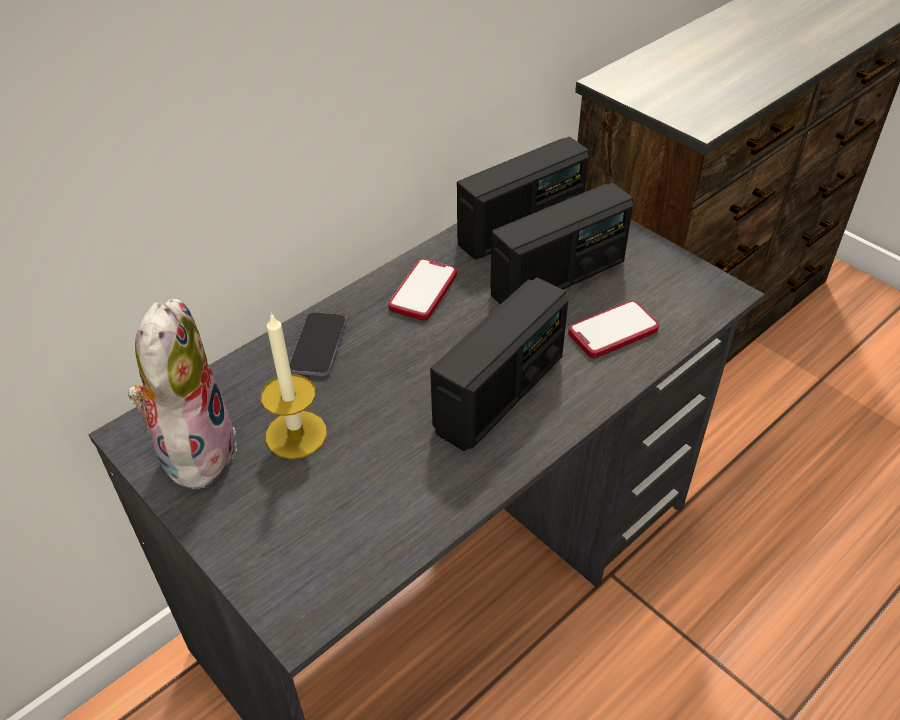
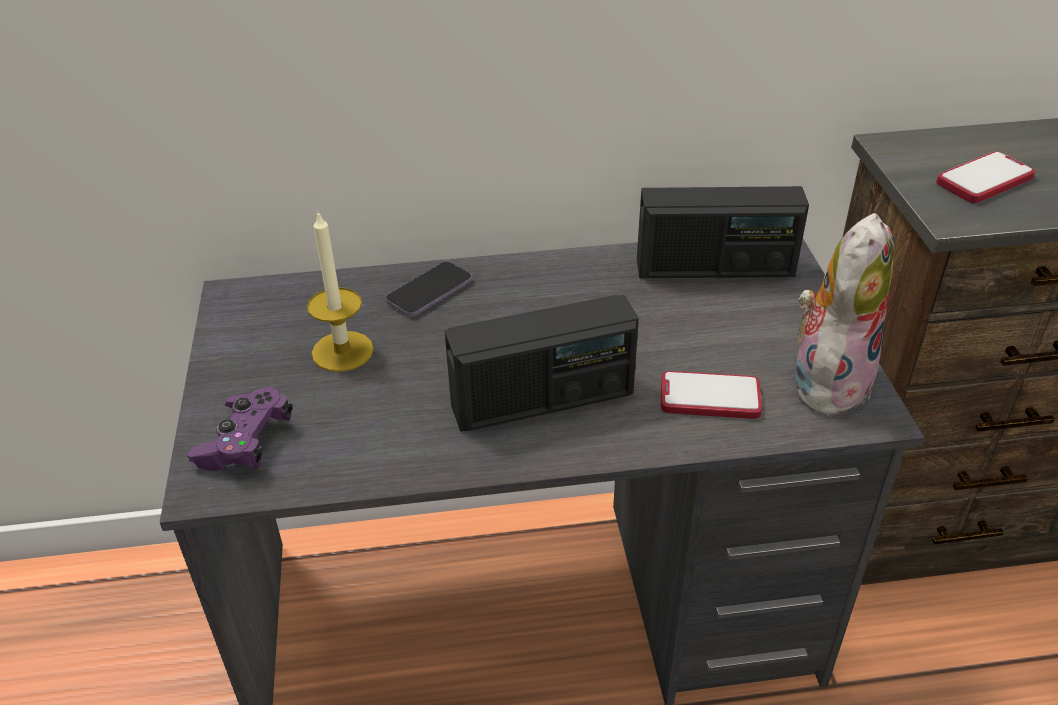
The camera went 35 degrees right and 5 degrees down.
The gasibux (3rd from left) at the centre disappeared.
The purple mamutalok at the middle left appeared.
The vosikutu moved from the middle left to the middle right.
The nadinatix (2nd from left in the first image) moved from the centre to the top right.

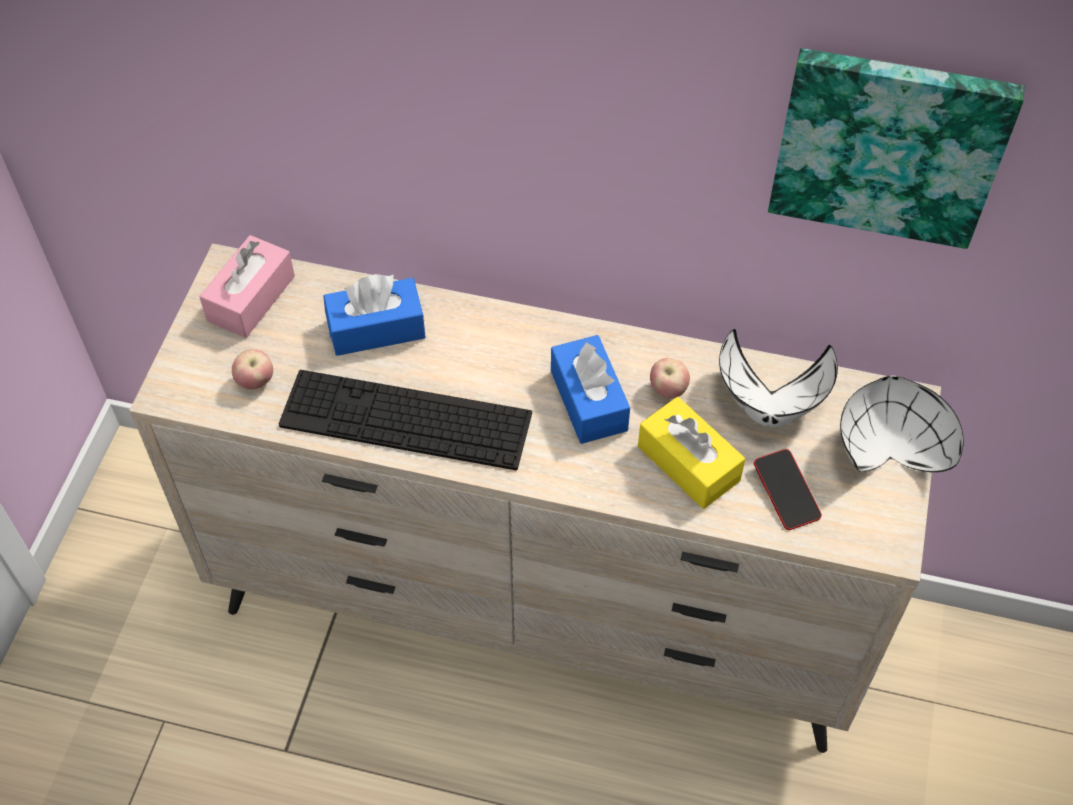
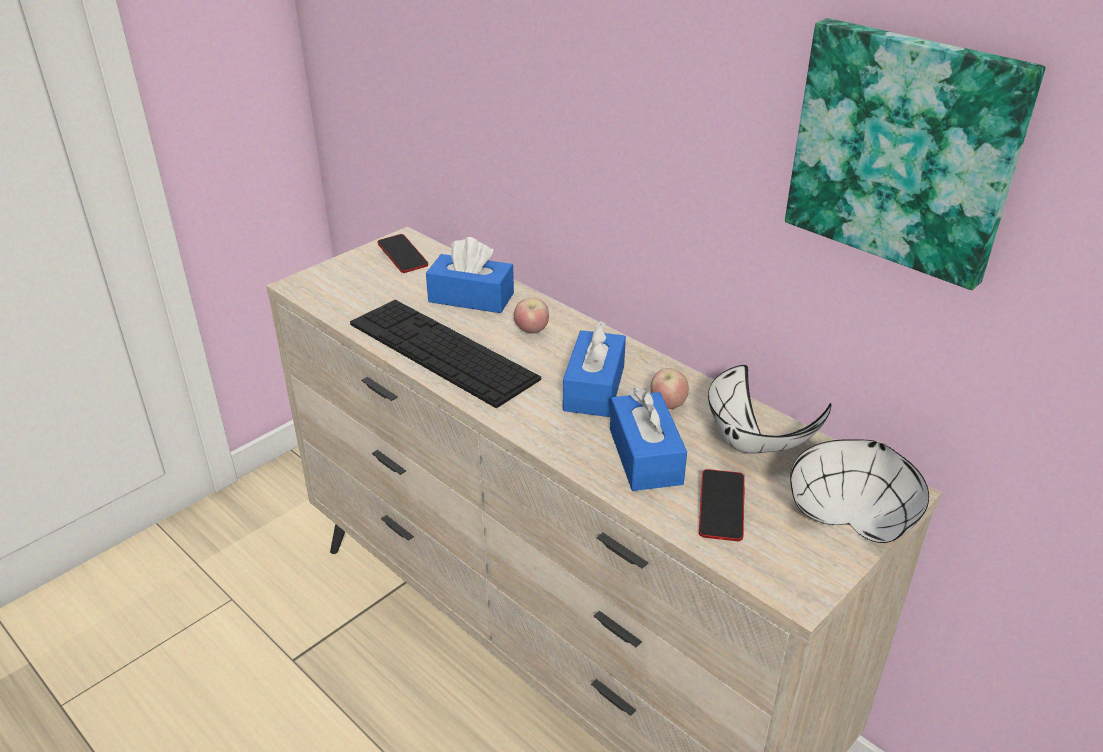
The camera went 30 degrees right and 20 degrees down.
The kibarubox (1st from left) moved from the middle left to the centre.
The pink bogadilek at the middle left was replaced by the nadinatix (1st from left) at the centre.
The yellow bogadilek at the centre became the blue bogadilek (3rd from left) at the centre.

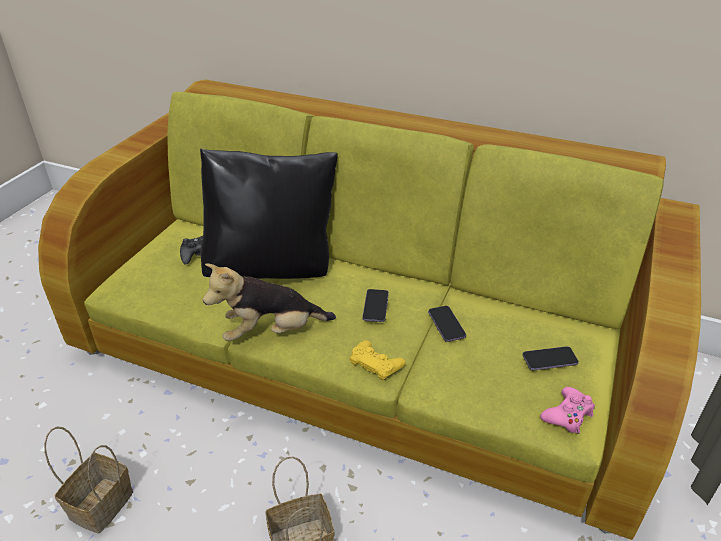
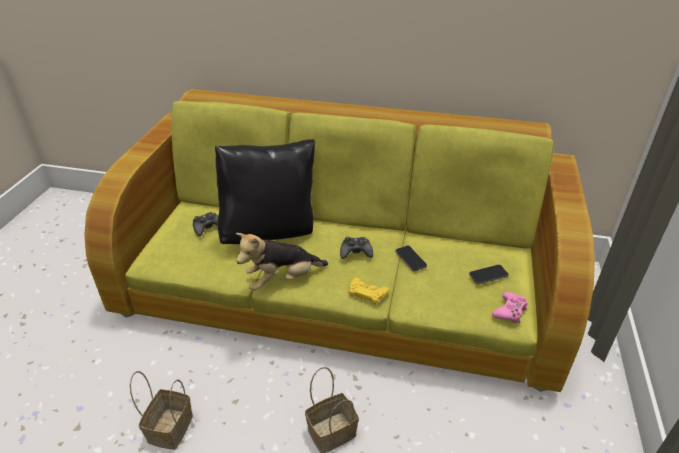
The camera went 10 degrees left and 0 degrees up.
The nadinatix (1st from left) at the centre was replaced by the black mamutalok (2nd from left) at the centre.

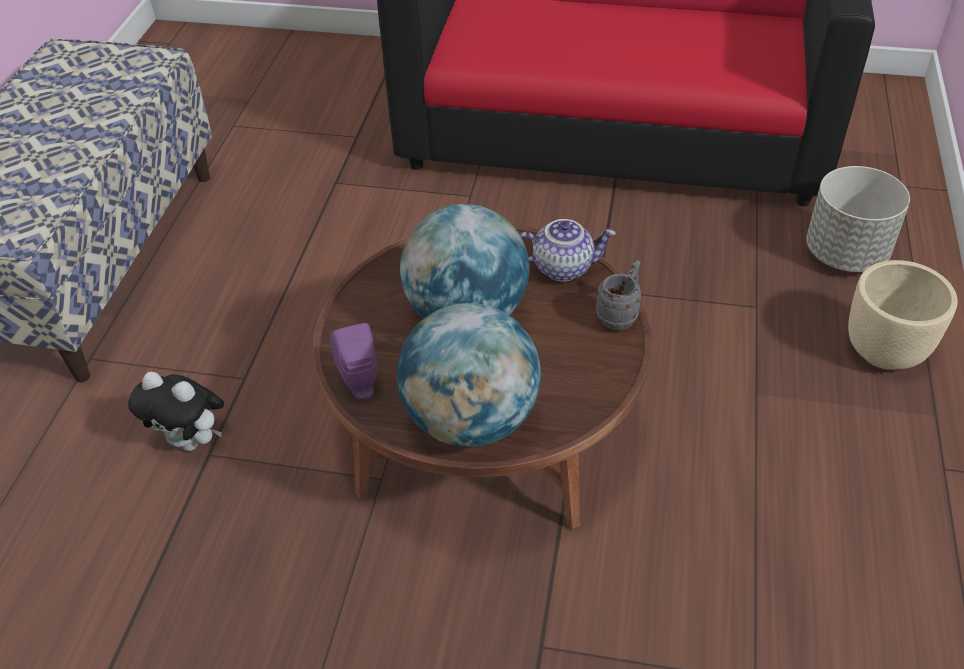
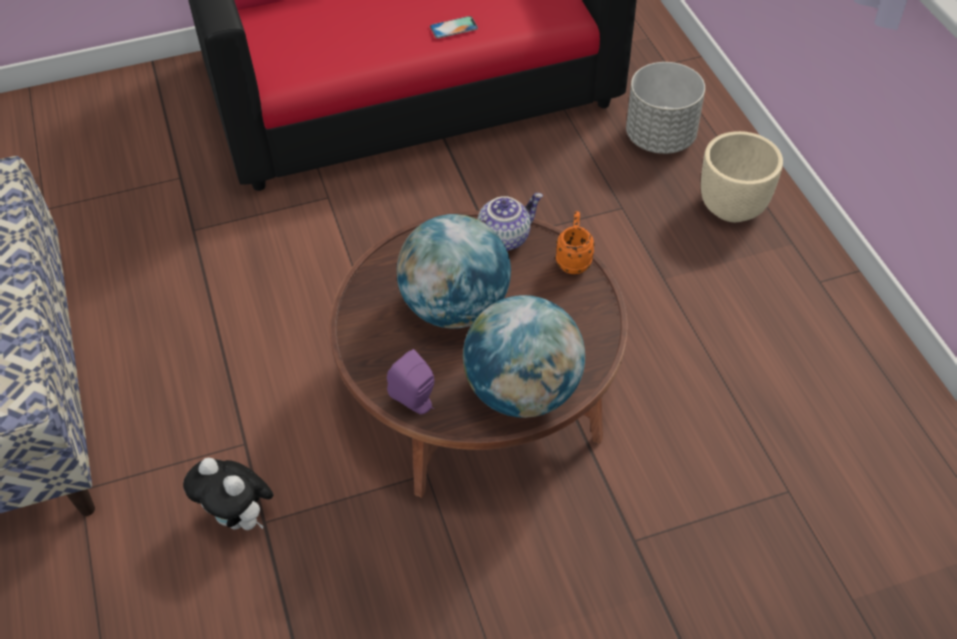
The camera went 30 degrees left and 5 degrees up.
The nadinatix at the top centre appeared.
The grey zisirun at the centre became the orange zisirun at the centre.
The vosikutu at the middle left turned 45 degrees clockwise.

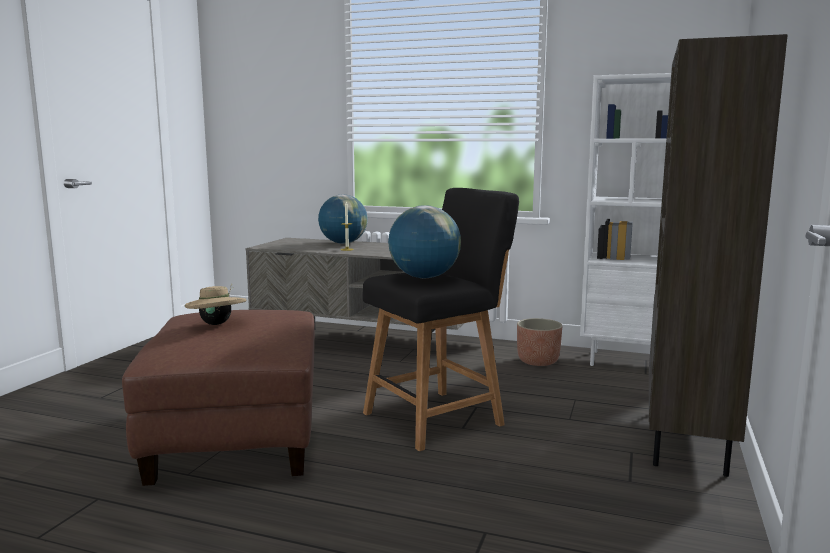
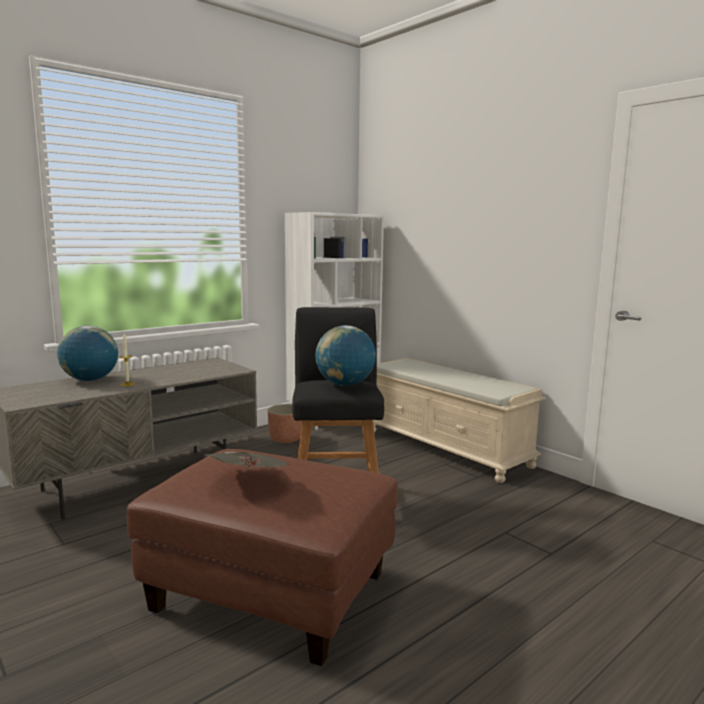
The camera went 60 degrees left and 0 degrees up.
The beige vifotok at the middle left was replaced by the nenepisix at the centre.
The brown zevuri at the middle right was replaced by the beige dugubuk at the centre.

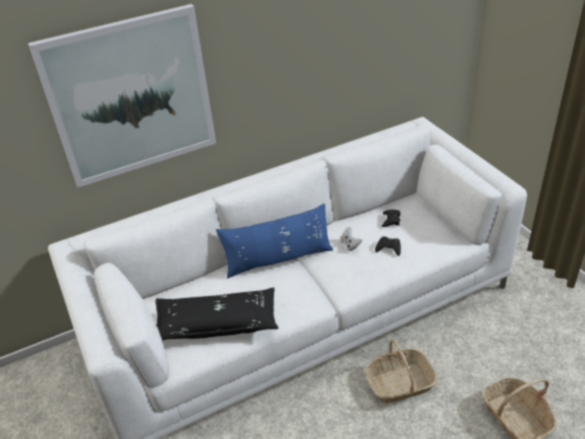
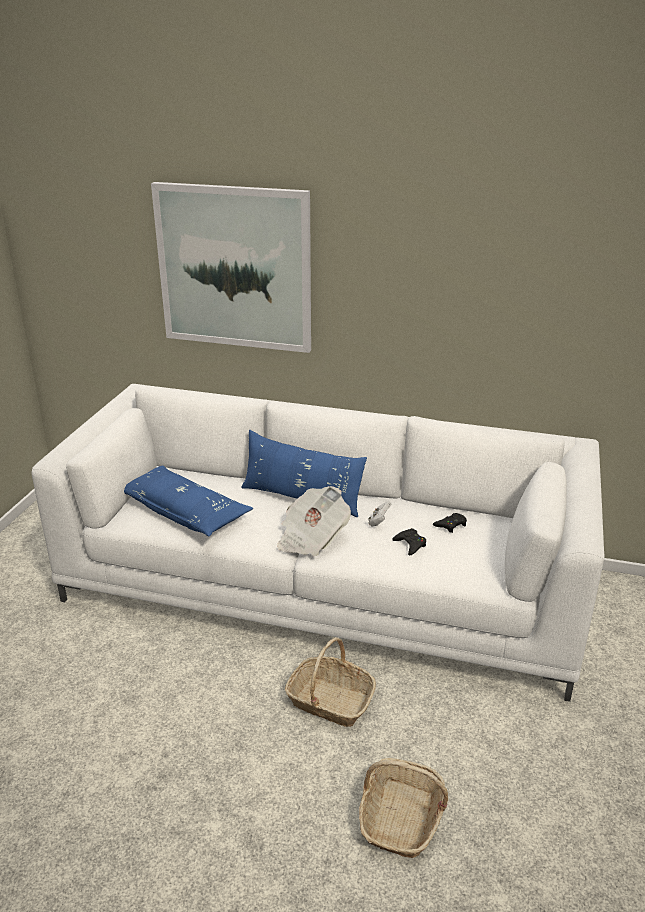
The camera went 40 degrees right and 10 degrees down.
The nenepisix at the centre appeared.
The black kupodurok at the bottom centre became the blue kupodurok (1st from left) at the middle left.

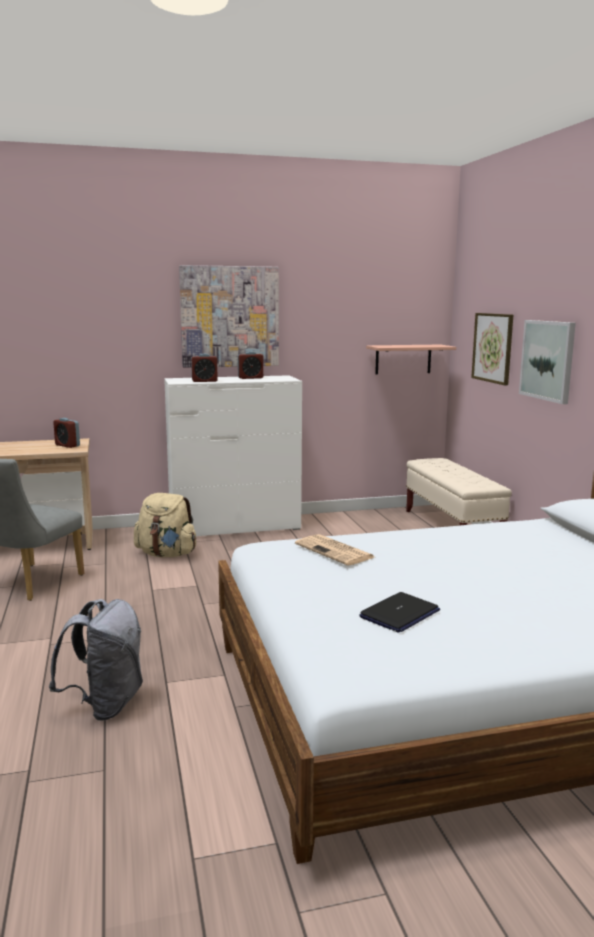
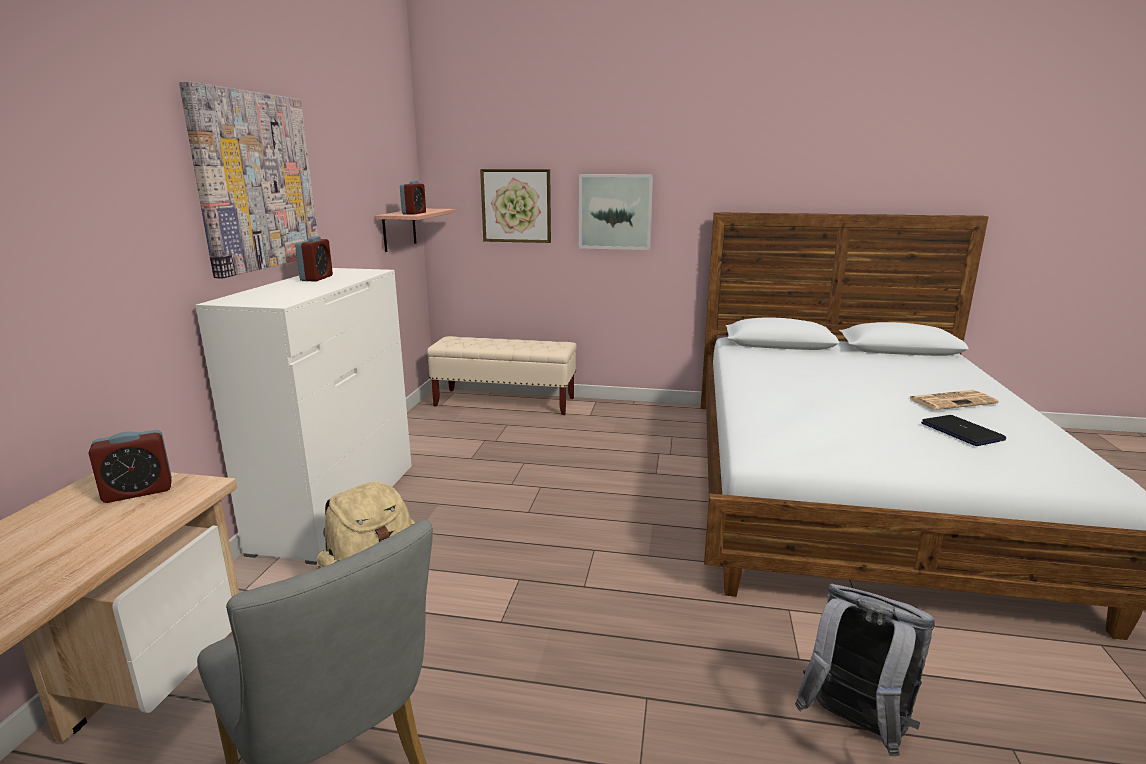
The camera went 65 degrees left and 5 degrees up.
The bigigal (2nd from left in the first image) moved from the centre to the top centre.
The nenepisix moved from the centre to the middle right.

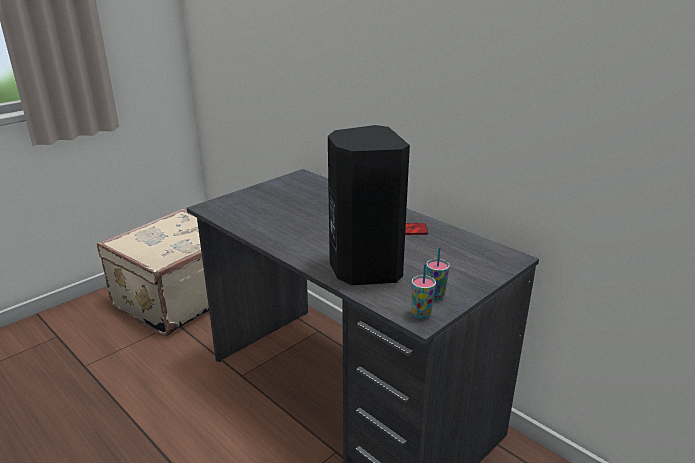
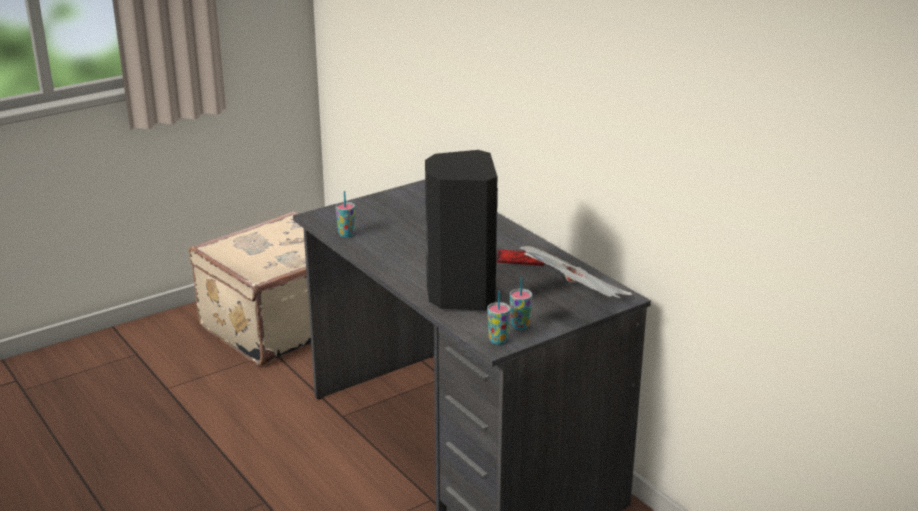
The camera went 10 degrees right and 0 degrees up.
The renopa (1st from left) at the centre appeared.
The nenepisix at the centre appeared.

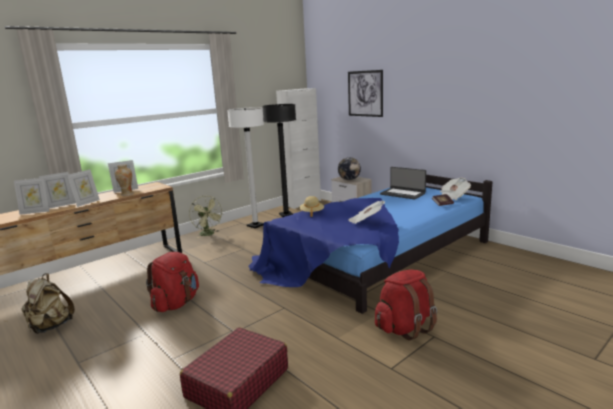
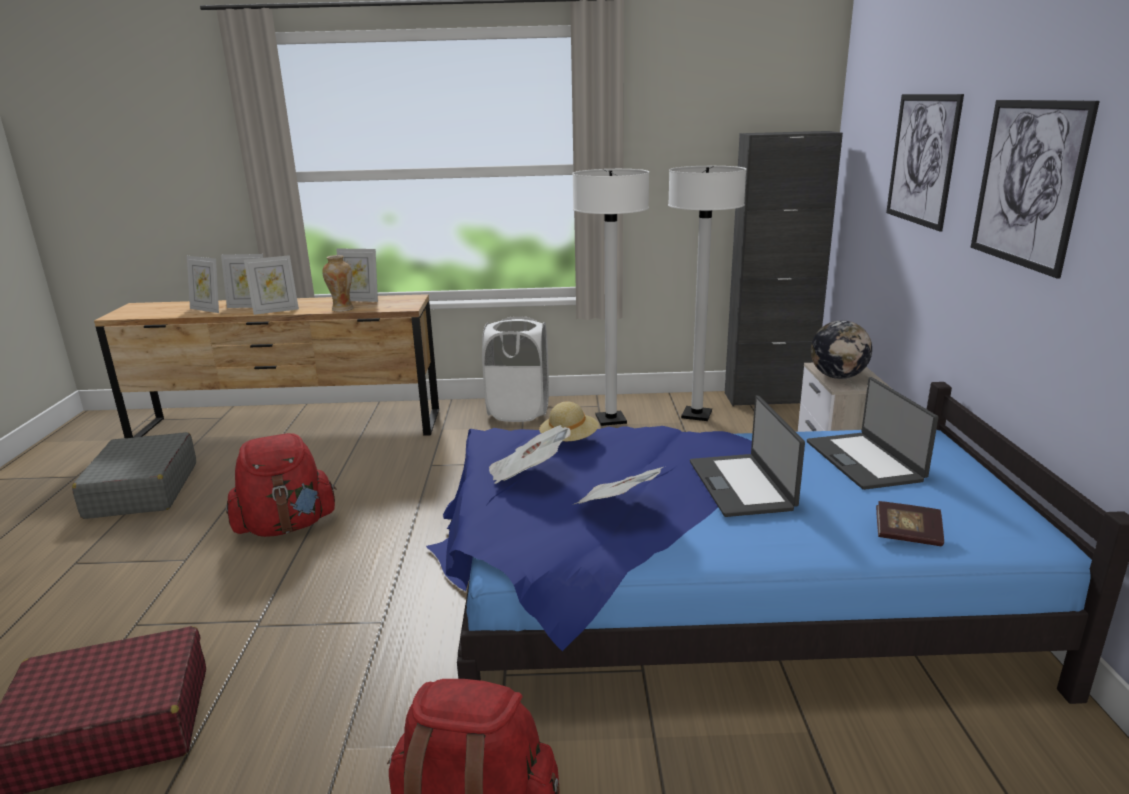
The camera went 40 degrees right and 5 degrees up.
The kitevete (1st from left) at the centre appeared.
The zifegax (2nd from left) at the top right appeared.
The nenepisix (2nd from left in the first image) moved from the middle right to the centre.
The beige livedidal at the bottom left was replaced by the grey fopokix at the middle left.
The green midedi at the centre was replaced by the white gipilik at the centre.
The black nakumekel at the centre became the white nakumekel (2nd from left) at the centre.
The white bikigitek at the centre became the black bikigitek at the middle right.

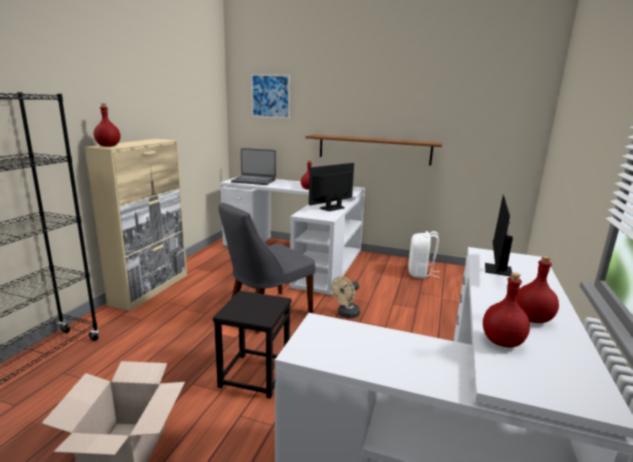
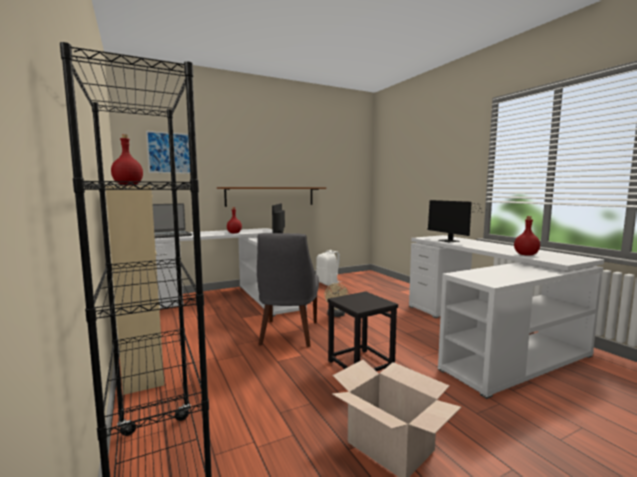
The camera went 45 degrees left and 10 degrees down.
The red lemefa (4th from left) at the middle right disappeared.

